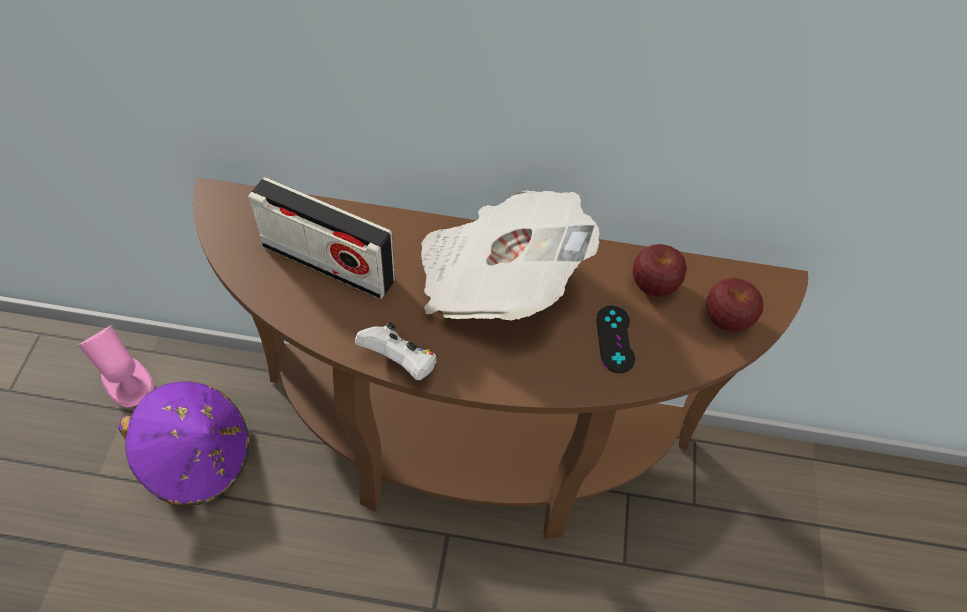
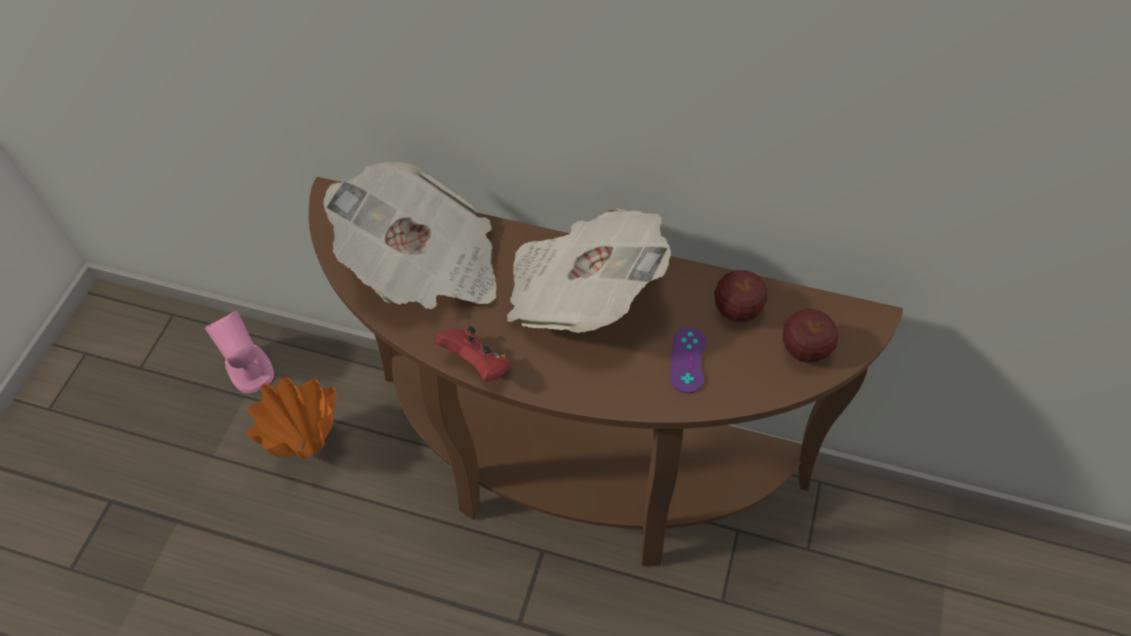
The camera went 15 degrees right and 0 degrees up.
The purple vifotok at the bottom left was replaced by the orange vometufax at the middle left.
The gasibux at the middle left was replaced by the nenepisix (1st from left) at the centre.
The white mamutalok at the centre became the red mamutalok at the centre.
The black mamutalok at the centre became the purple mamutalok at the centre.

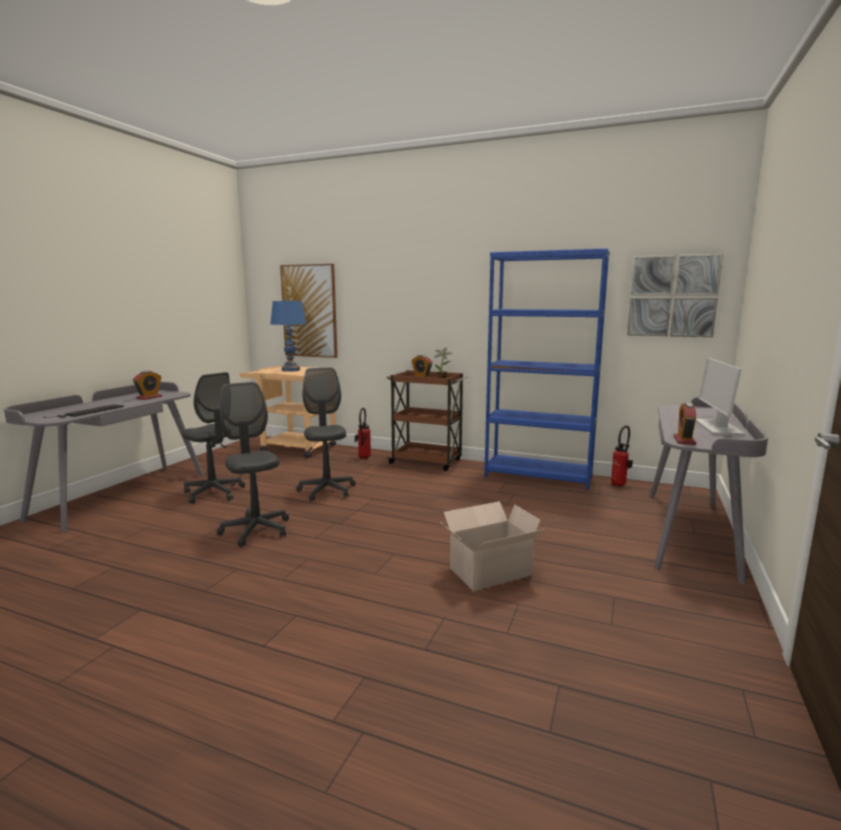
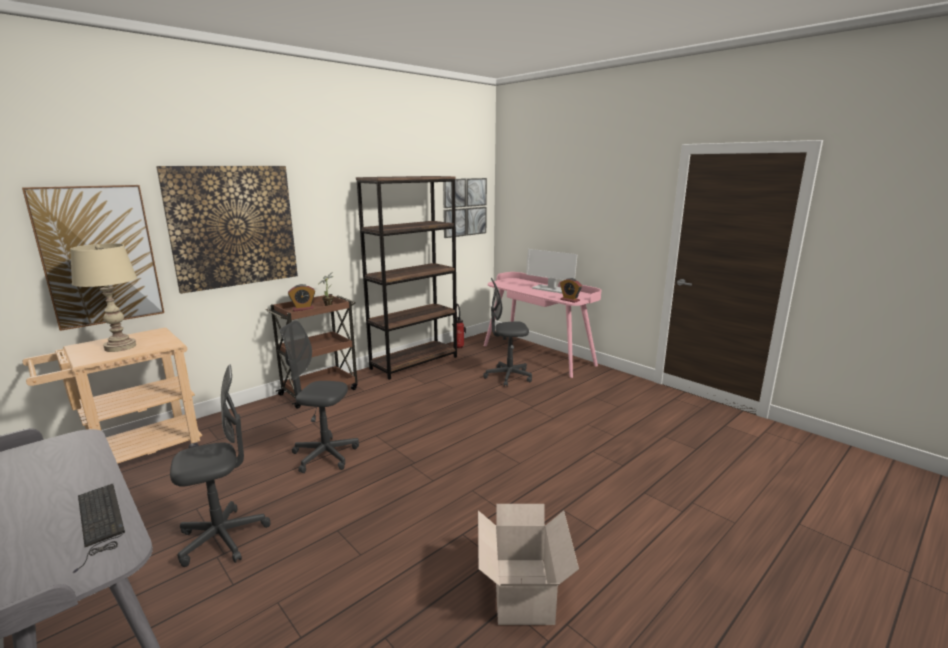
The camera went 65 degrees left and 5 degrees up.
The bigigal (1st from left) at the middle left disappeared.
The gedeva (1st from left) at the centre disappeared.
The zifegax (2nd from left) at the middle left appeared.
The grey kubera (2nd from left in the first image) moved from the middle left to the centre.
The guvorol moved from the centre to the bottom centre.
The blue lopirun at the centre became the beige lopirun at the middle left.
The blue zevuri at the centre became the brown zevuri at the centre.
The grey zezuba (2nd from left) at the middle right became the pink zezuba at the centre.

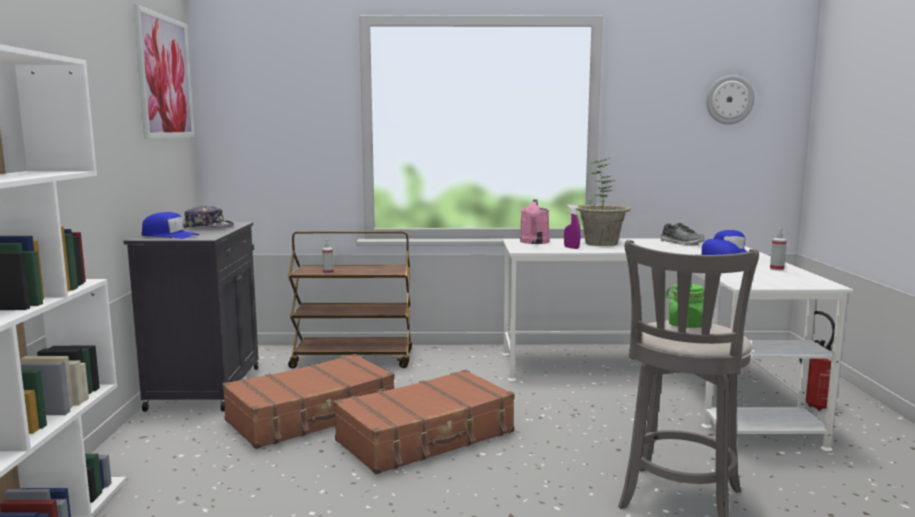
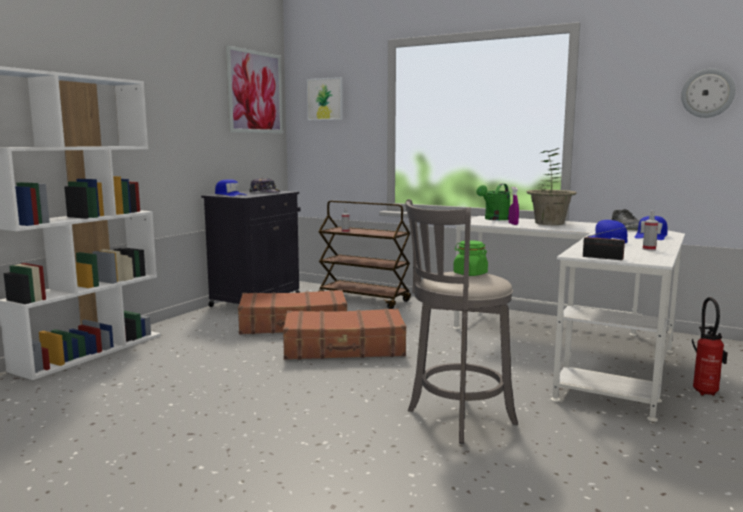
The camera went 30 degrees right and 0 degrees up.
The zifegax (2nd from left) at the top centre appeared.
The gasibux at the middle right appeared.
The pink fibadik at the centre became the green fibadik at the centre.

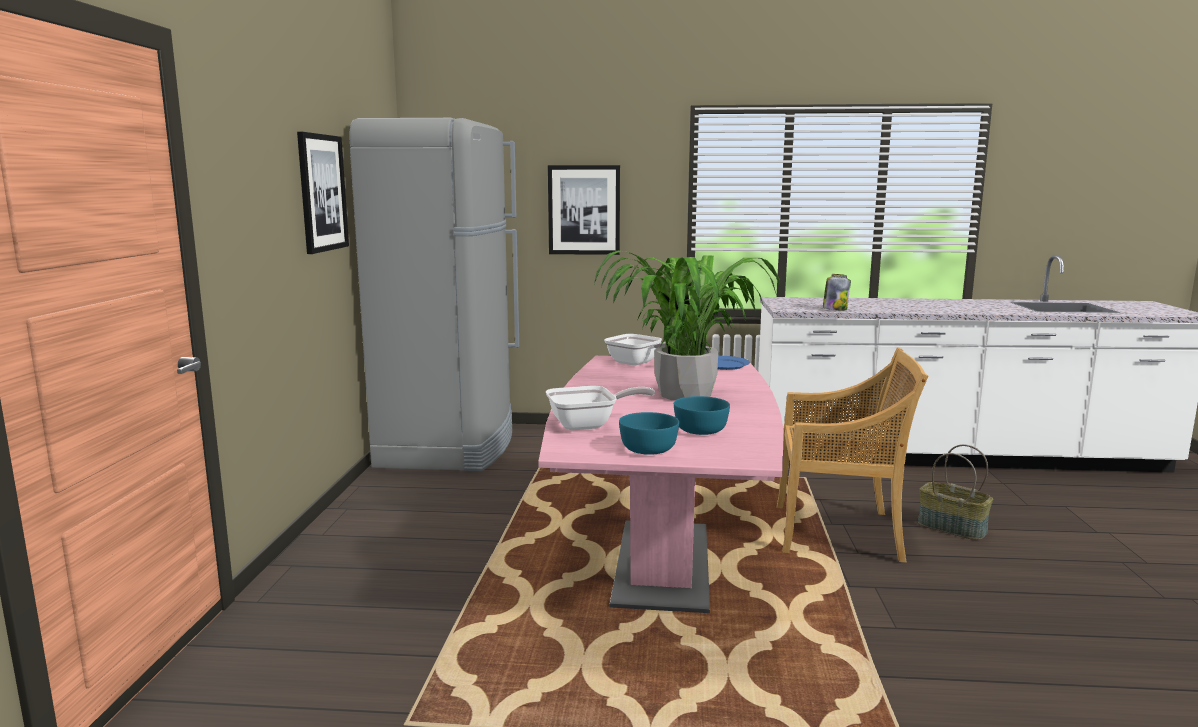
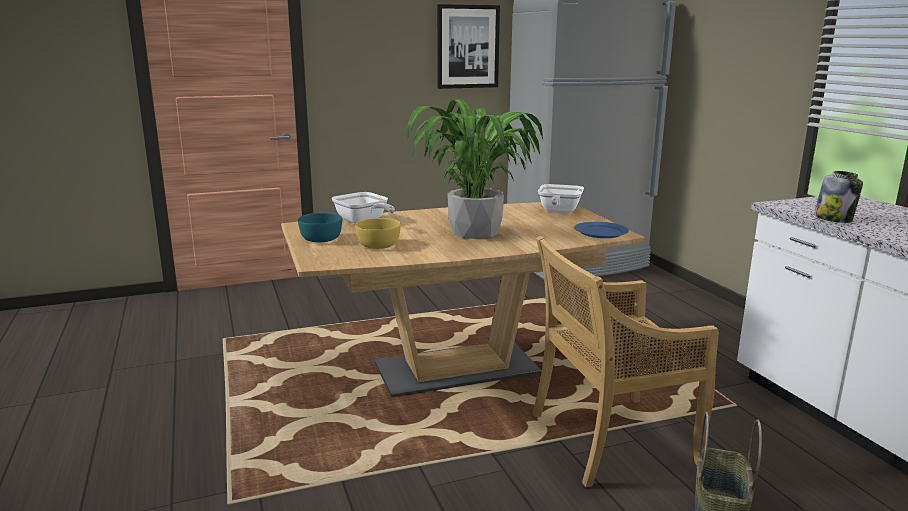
The camera went 65 degrees right and 5 degrees up.
The zifegax (2nd from left) at the top centre disappeared.
The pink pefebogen at the centre became the brown pefebogen at the centre.
The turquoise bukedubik (2nd from left) at the centre became the yellow bukedubik at the centre.
The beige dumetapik at the middle right turned 90 degrees clockwise.

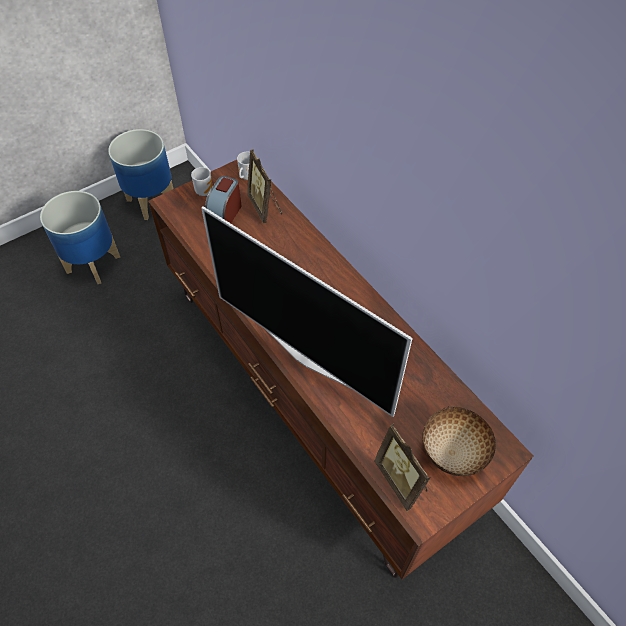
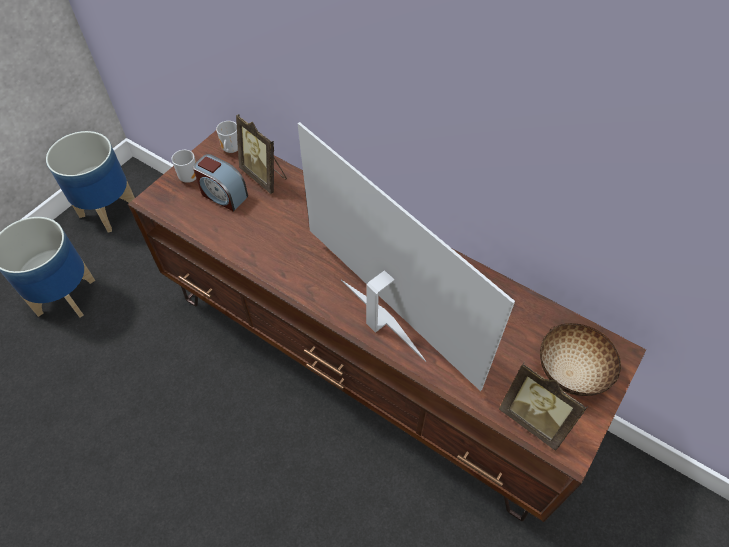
The camera went 20 degrees left and 0 degrees up.
The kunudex at the centre turned 150 degrees counterclockwise.
The bigigal at the top centre turned 60 degrees counterclockwise.

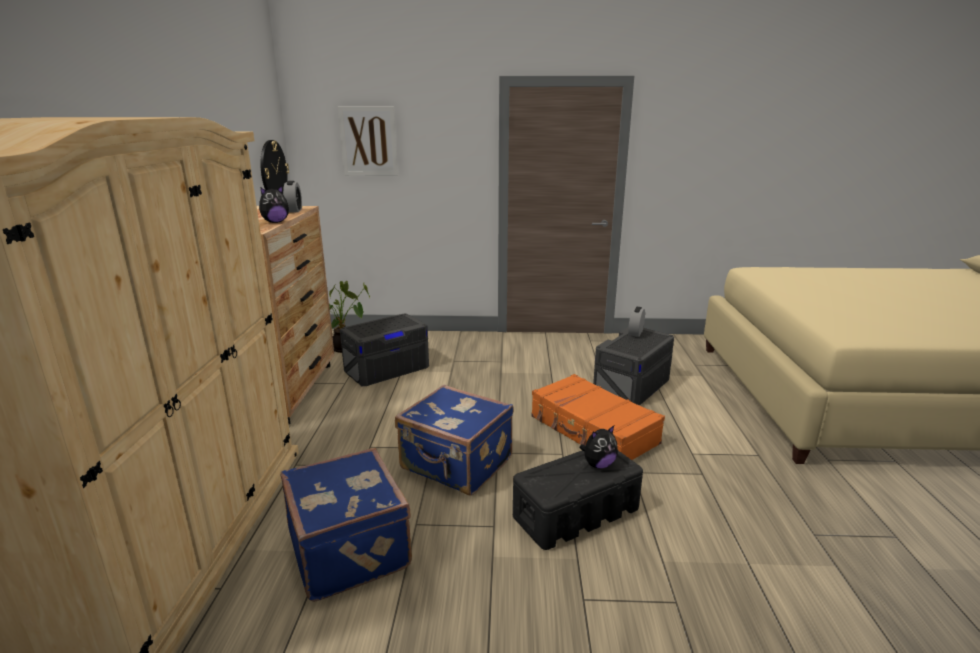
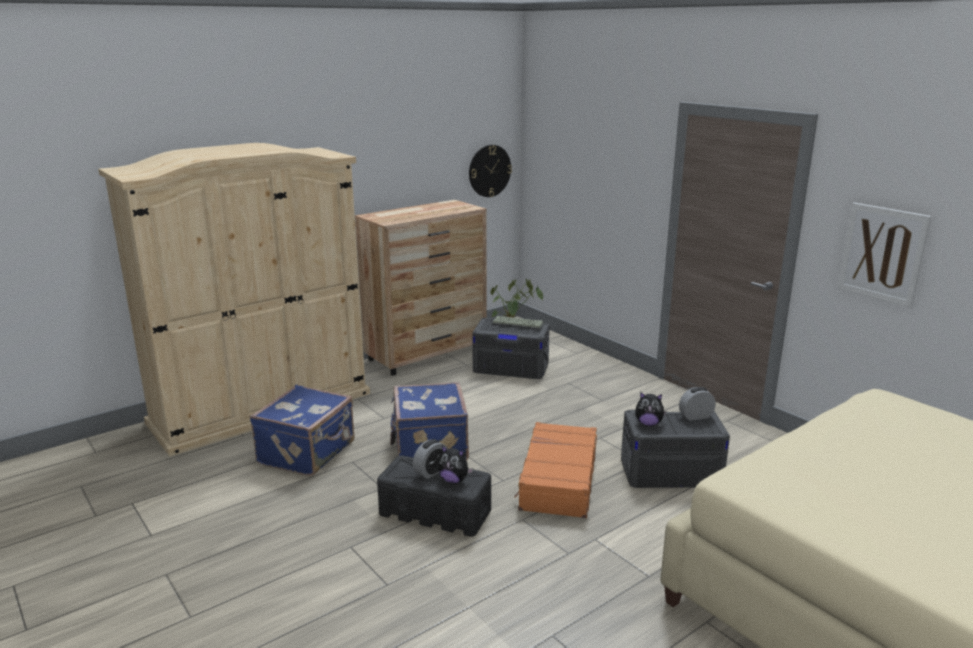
The camera went 50 degrees right and 0 degrees up.
The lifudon at the centre appeared.
The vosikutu (1st from left in the first image) moved from the top left to the middle right.
The bigigal (1st from left) moved from the top left to the bottom centre.
The zifegax moved from the top centre to the middle right.

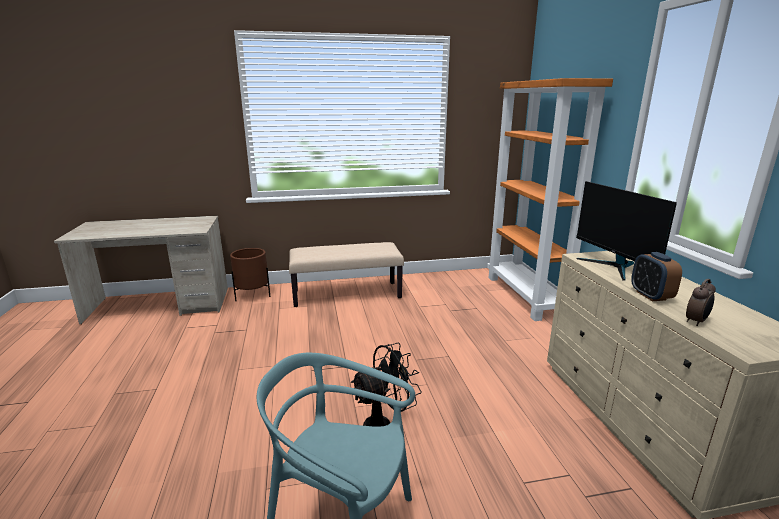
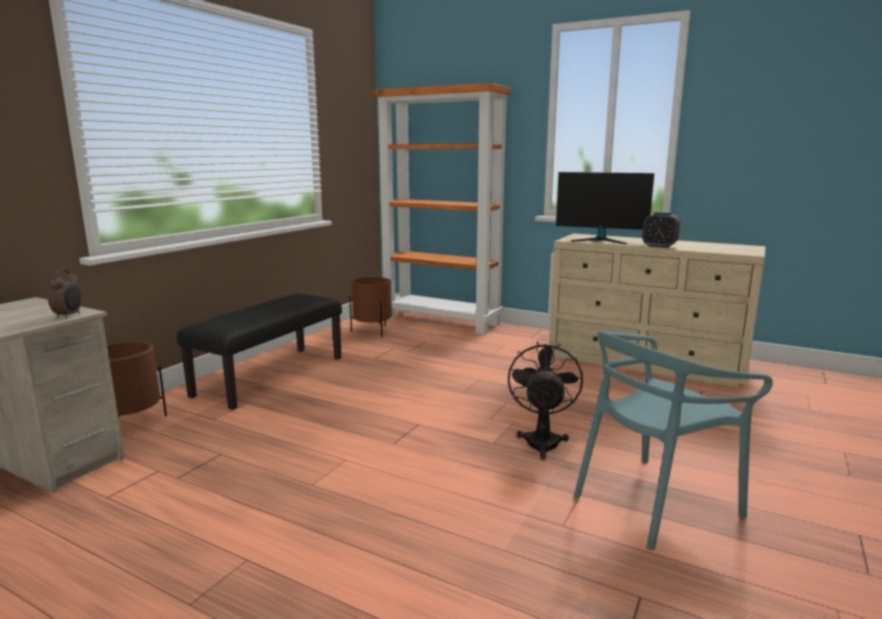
The camera went 50 degrees left and 5 degrees down.
The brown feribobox (2nd from left) at the centre appeared.
The bigigal (2nd from left in the first image) moved from the middle right to the middle left.
The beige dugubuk at the centre became the black dugubuk at the middle left.

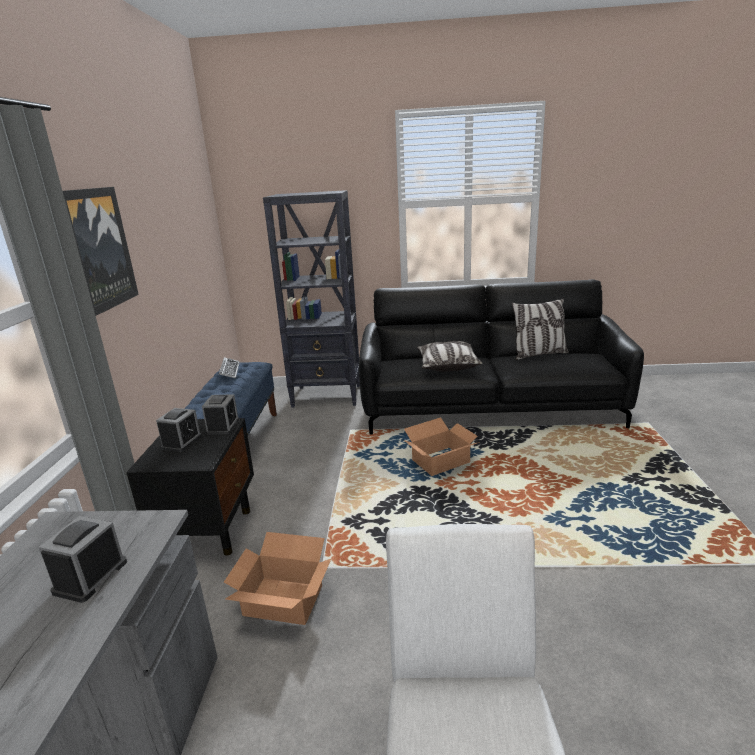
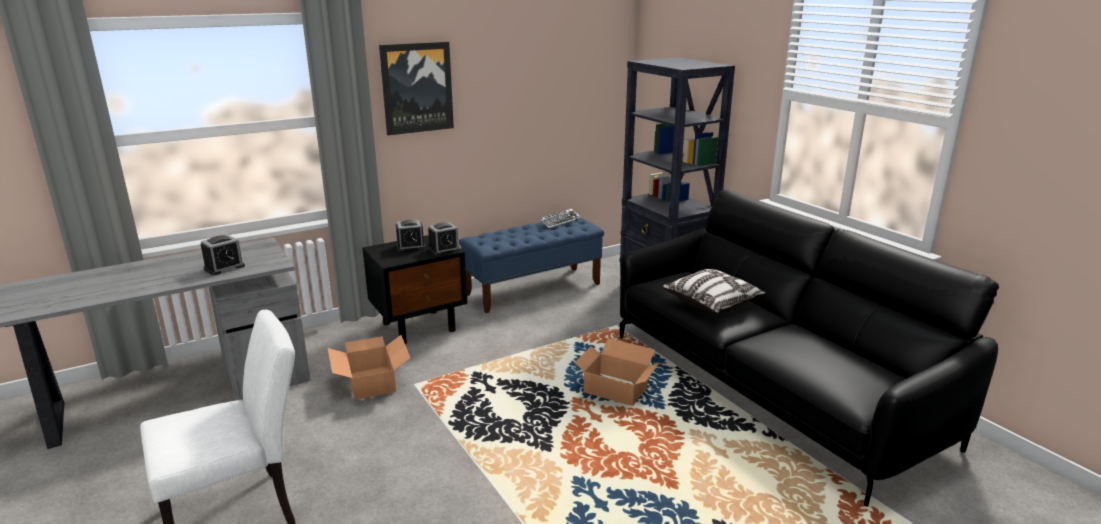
The camera went 55 degrees right and 0 degrees up.
The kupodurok (2nd from left) at the middle right disappeared.
The bigigal (1st from left) at the bottom left turned 150 degrees clockwise.

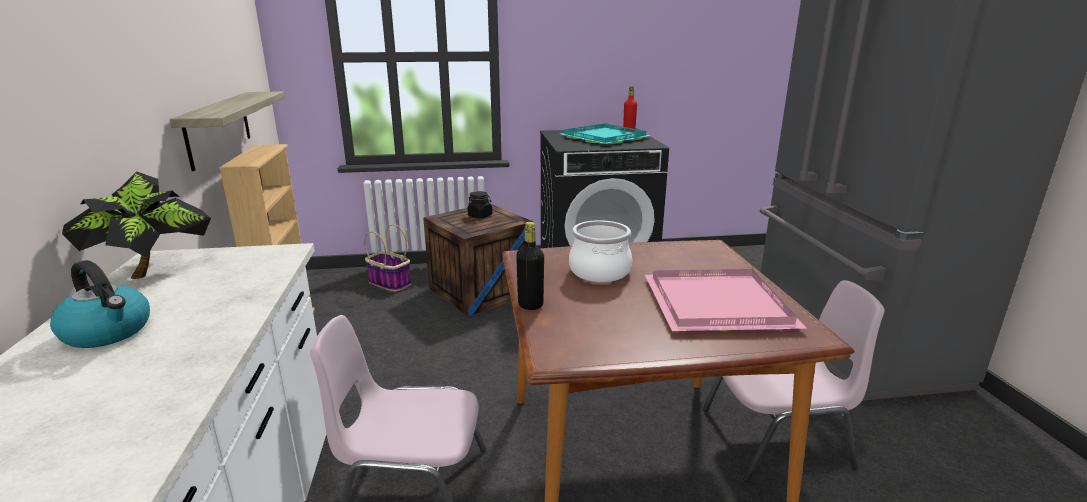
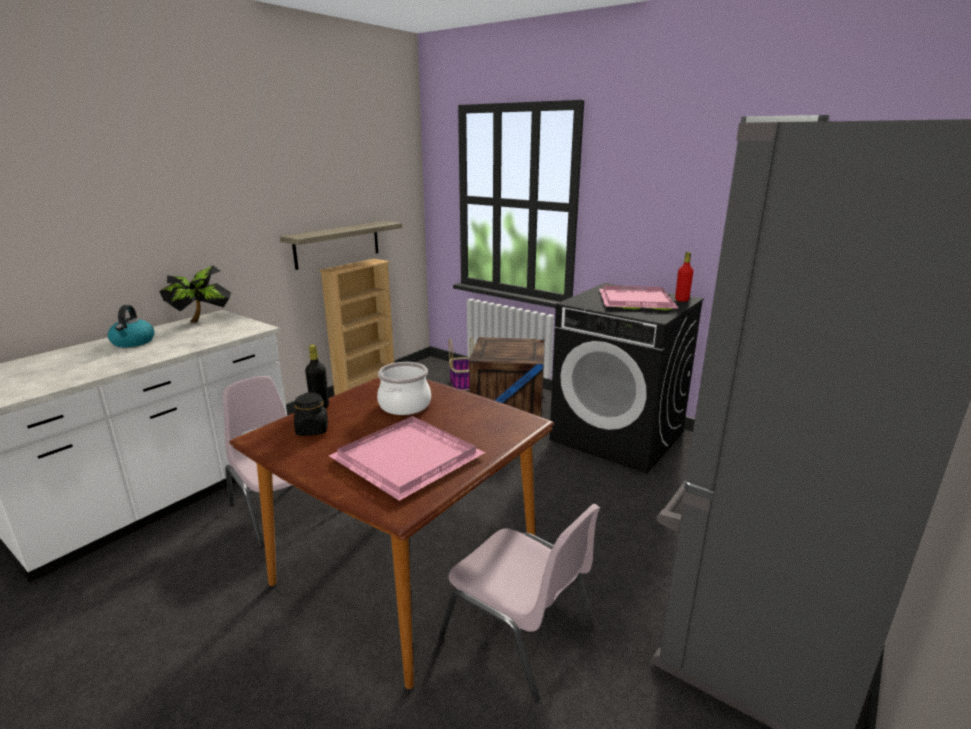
The camera went 45 degrees right and 0 degrees up.
The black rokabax moved from the centre to the middle left.
The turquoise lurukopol at the top centre became the pink lurukopol (2nd from left) at the centre.

